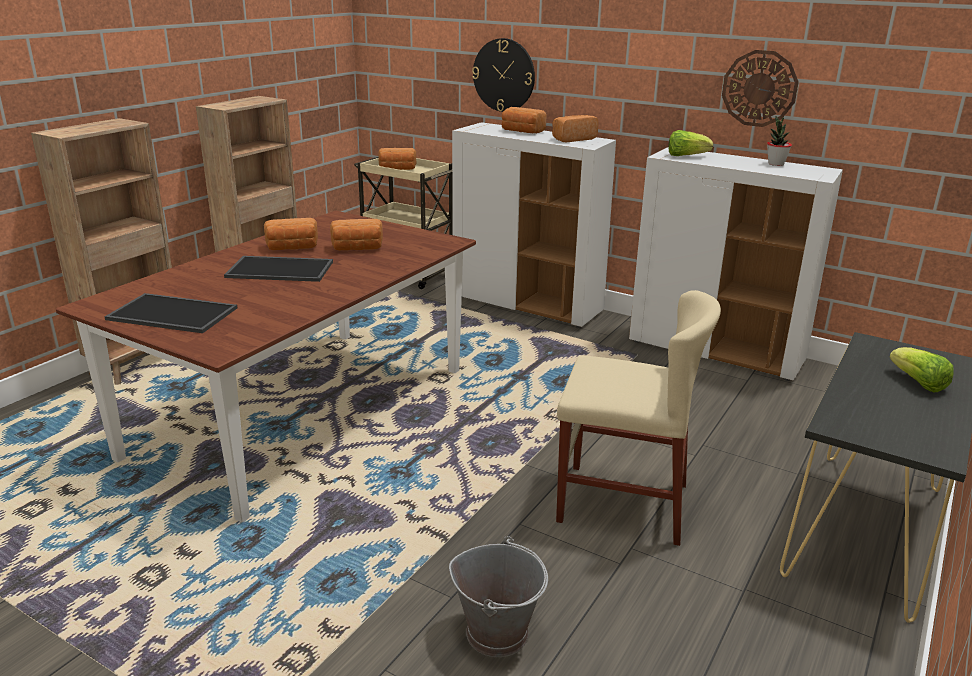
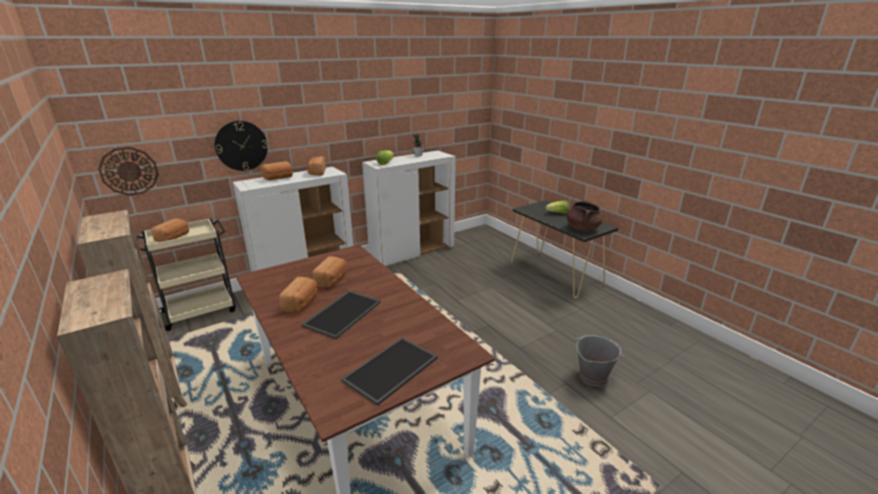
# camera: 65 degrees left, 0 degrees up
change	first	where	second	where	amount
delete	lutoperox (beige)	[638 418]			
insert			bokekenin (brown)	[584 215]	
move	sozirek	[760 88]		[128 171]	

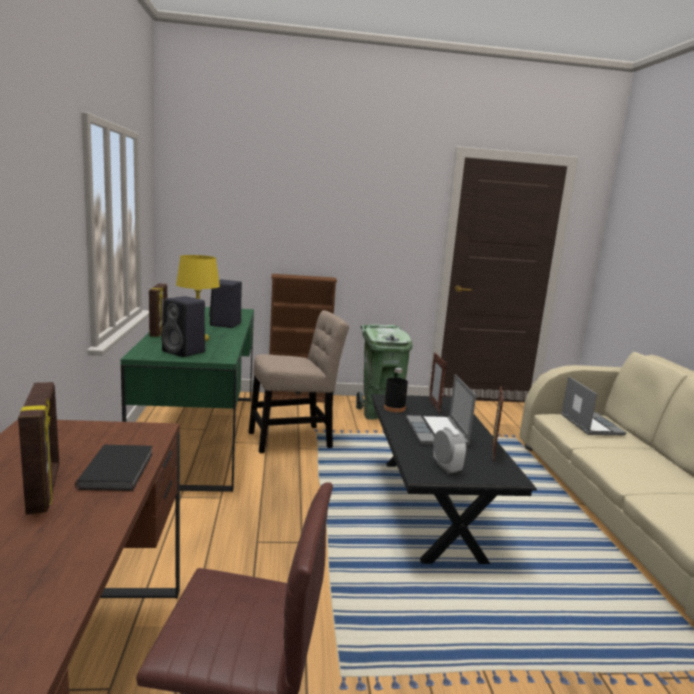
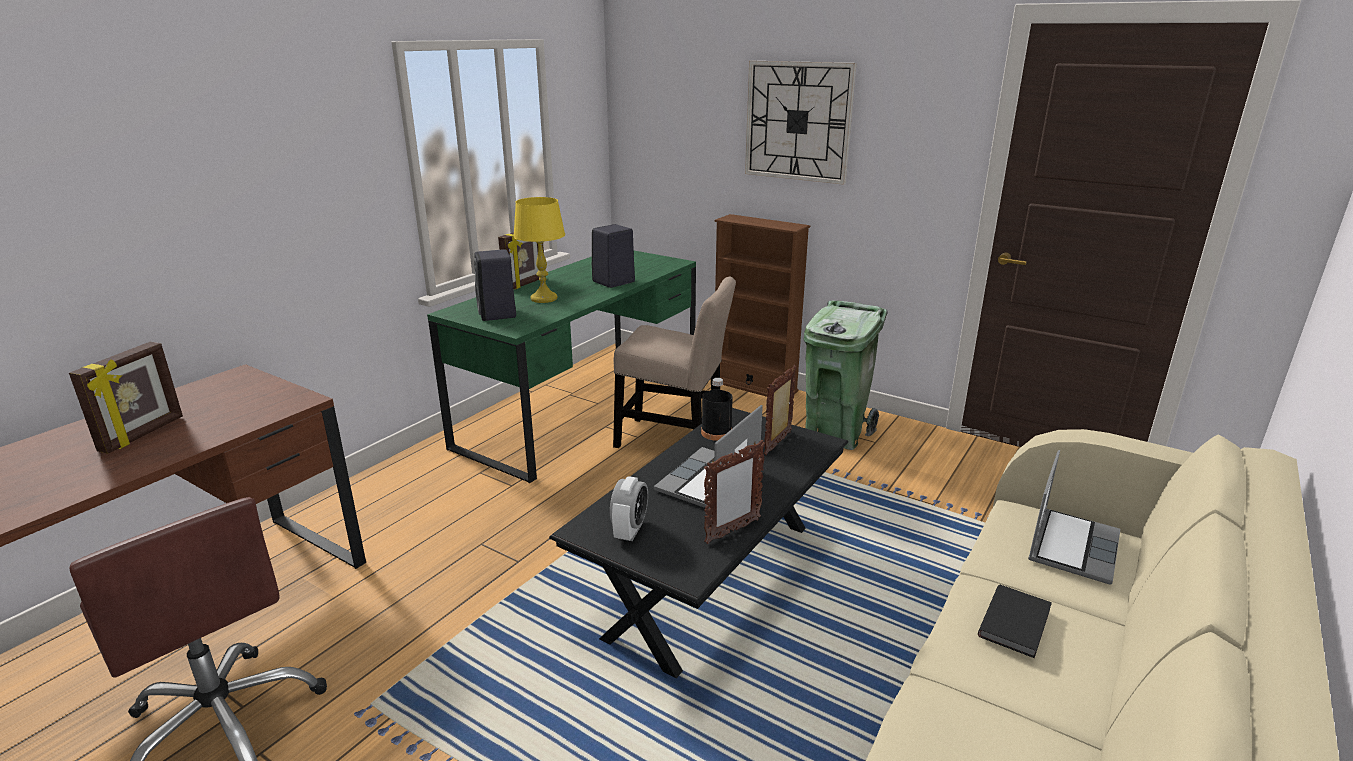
# camera: 40 degrees right, 10 degrees up
change	first	where	second	where	amount
insert			sozirek	[801 123]	
move	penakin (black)	[114 468]		[1015 621]	

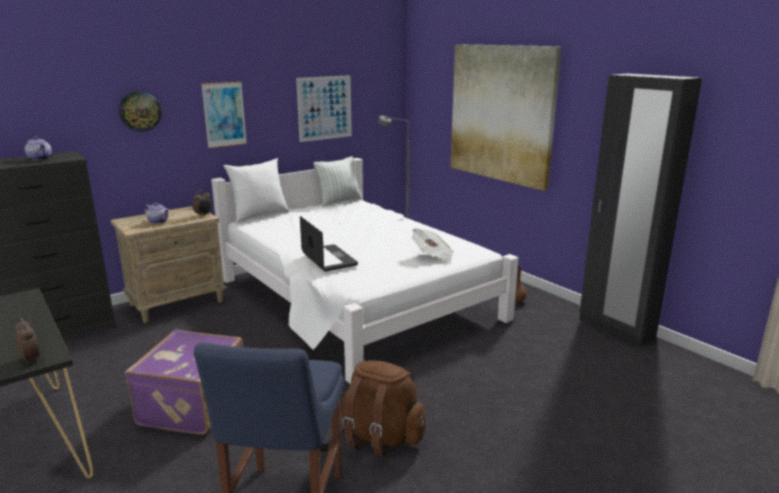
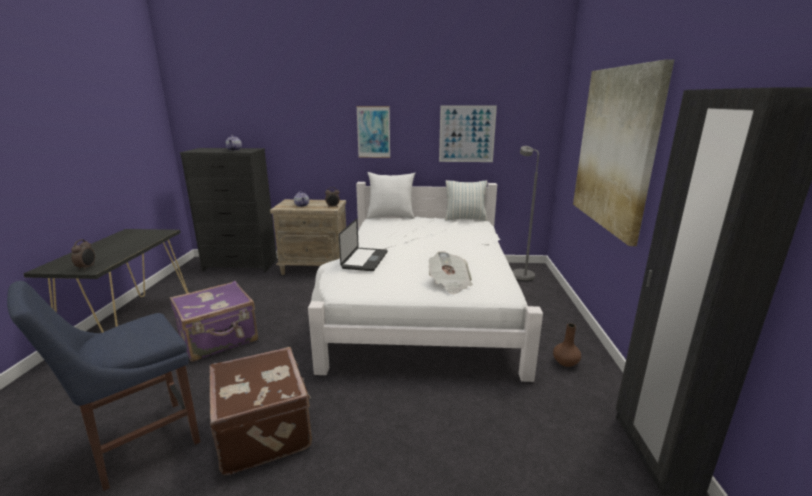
# camera: 40 degrees right, 0 degrees up
change	first	where	second	where	amount
delete	sozirek	[140 111]			
replace	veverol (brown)	[383 408]	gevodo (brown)	[260 411]	

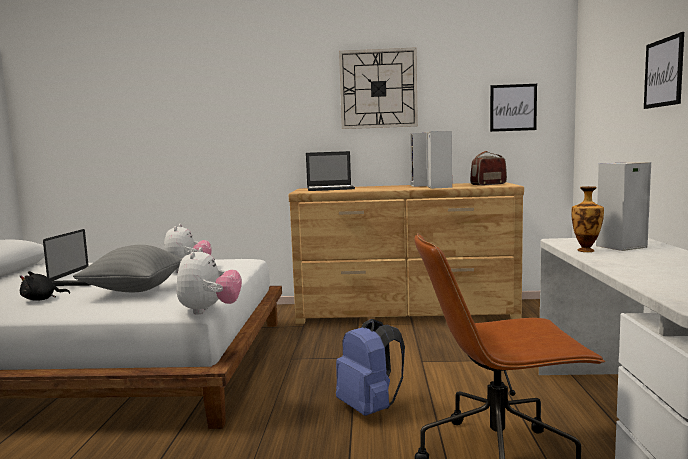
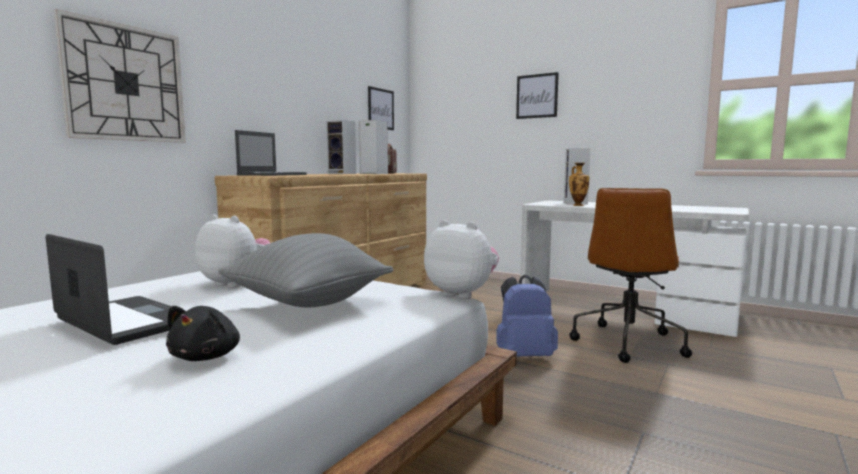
# camera: 60 degrees left, 0 degrees up
change	first	where	second	where	amount
move	sozirek	[378 88]		[120 76]	

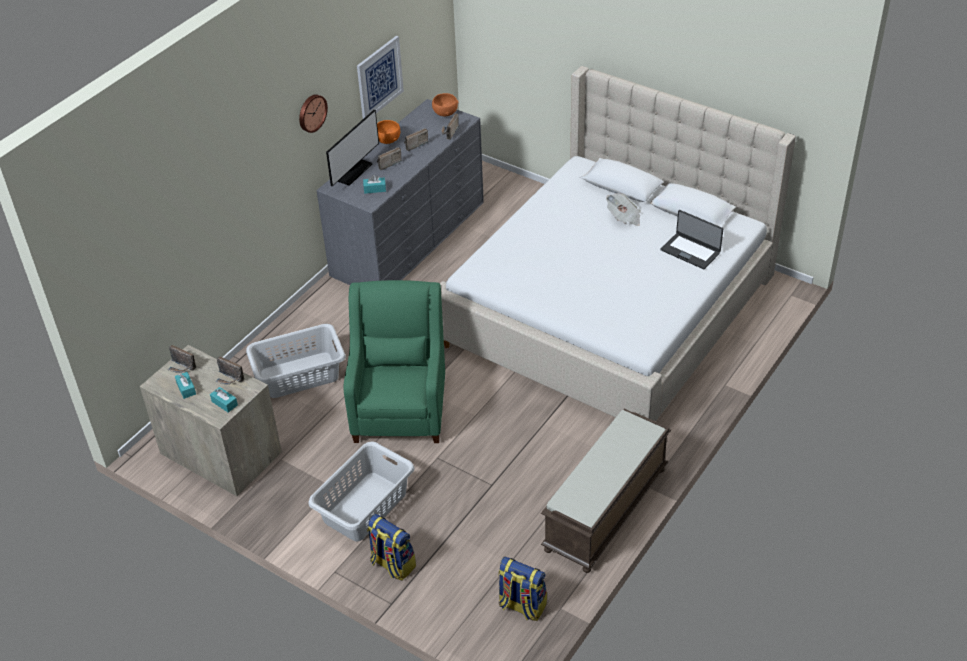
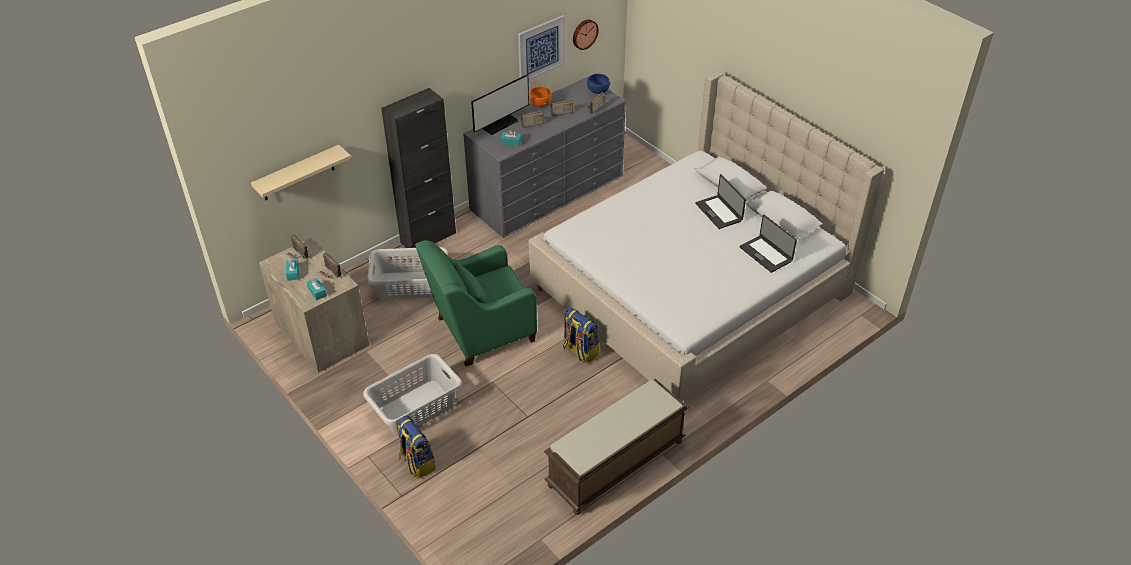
# camera: 15 degrees right, 0 degrees up
change	first	where	second	where	amount
insert			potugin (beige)	[301 172]	
insert			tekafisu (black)	[418 168]	
move	sozirek	[313 113]		[586 35]	
move	veverol	[522 589]		[581 336]	
replace	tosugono	[623 209]	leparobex	[720 201]	
recolor	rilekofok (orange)	[445 104]	rilekofok (blue)	[598 84]	
rotate	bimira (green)	[394 361]		[476 303]	135 degrees counterclockwise

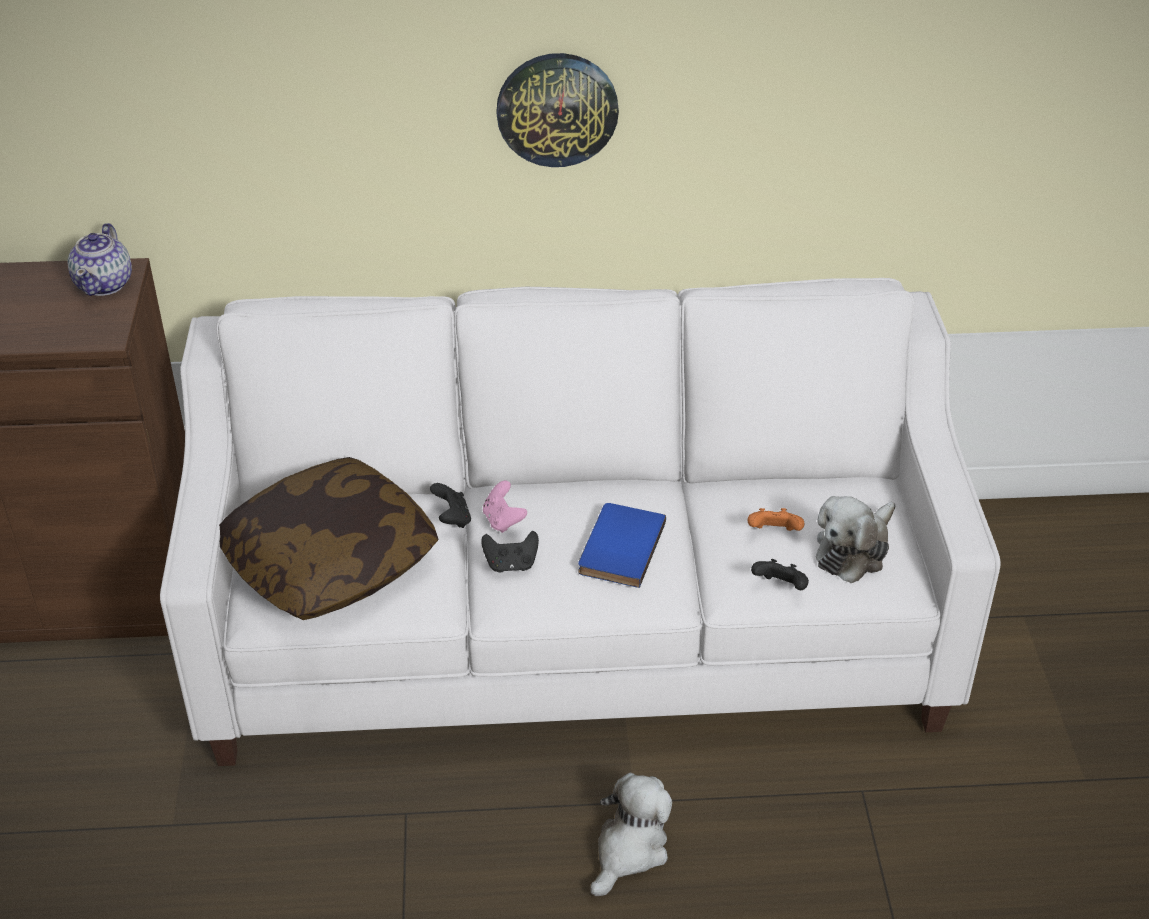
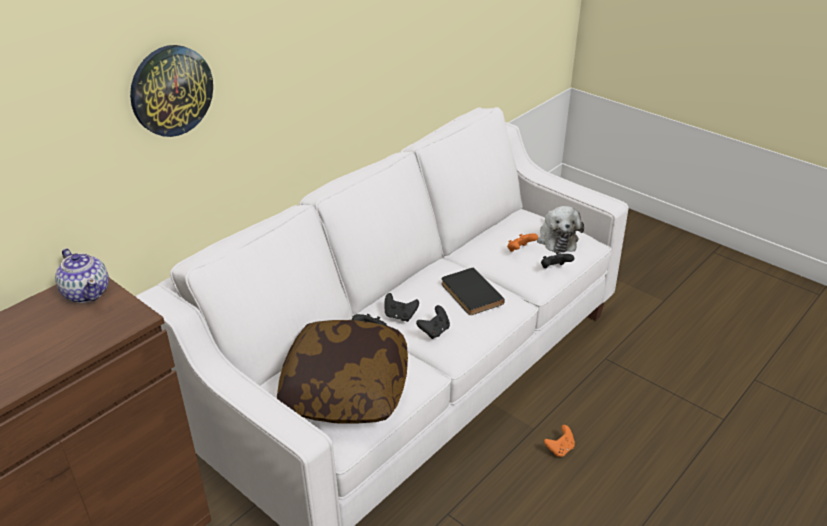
# camera: 45 degrees left, 5 degrees down
change	first	where	second	where	amount
move	sozirek	[558 110]		[171 91]	
replace	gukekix	[631 834]	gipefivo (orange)	[559 441]	
recolor	gipefivo (pink)	[505 507]	gipefivo (black)	[401 307]	
recolor	penakin (blue)	[622 545]	penakin (black)	[473 291]	

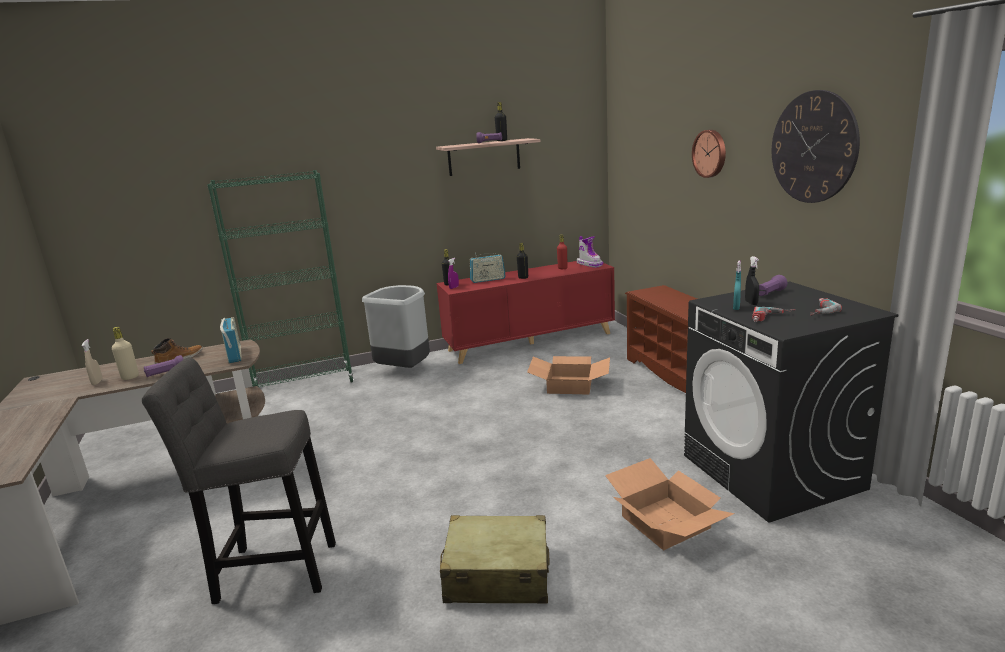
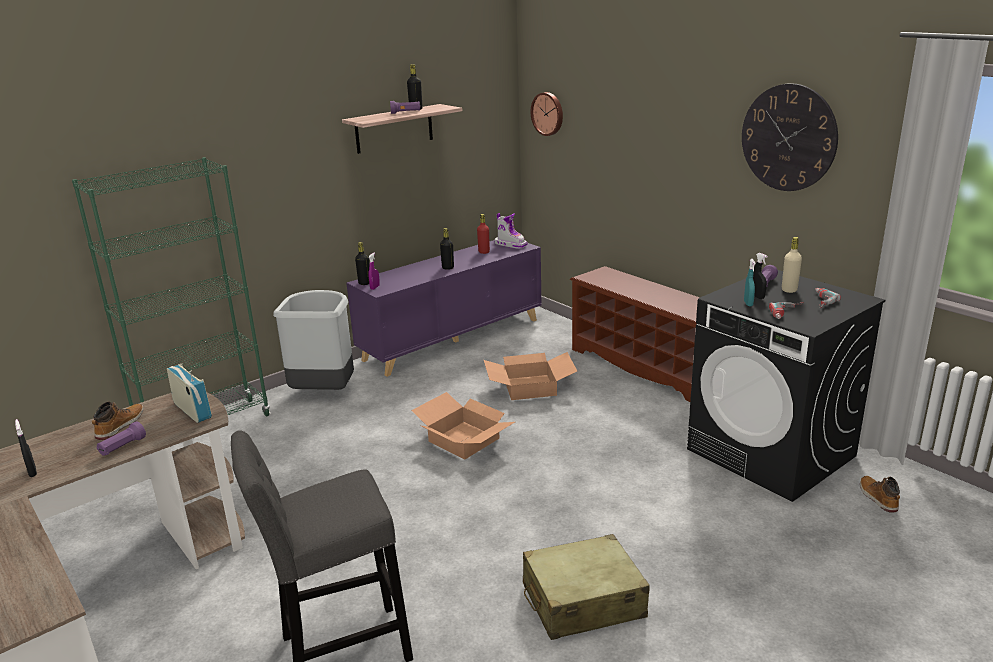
# camera: 20 degrees left, 5 degrees up
change	first	where	second	where	amount
delete	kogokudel	[487 268]			
insert			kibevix	[880 494]	
move	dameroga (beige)	[125 353]		[792 265]	
move	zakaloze	[670 504]		[463 425]	
move	sozirek	[709 154]		[546 114]	
recolor	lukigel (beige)	[92 362]	lukigel (black)	[26 448]	
recolor	tekafisu (red)	[525 312]	tekafisu (purple)	[444 308]	

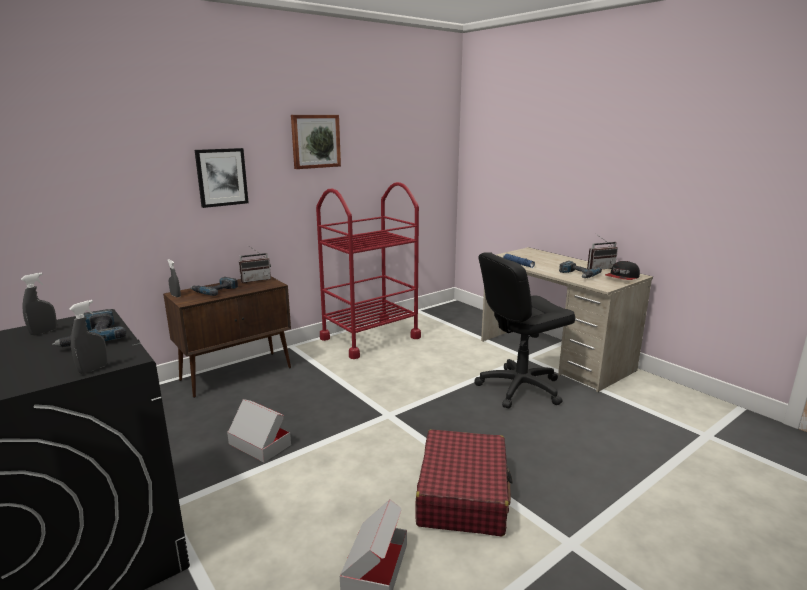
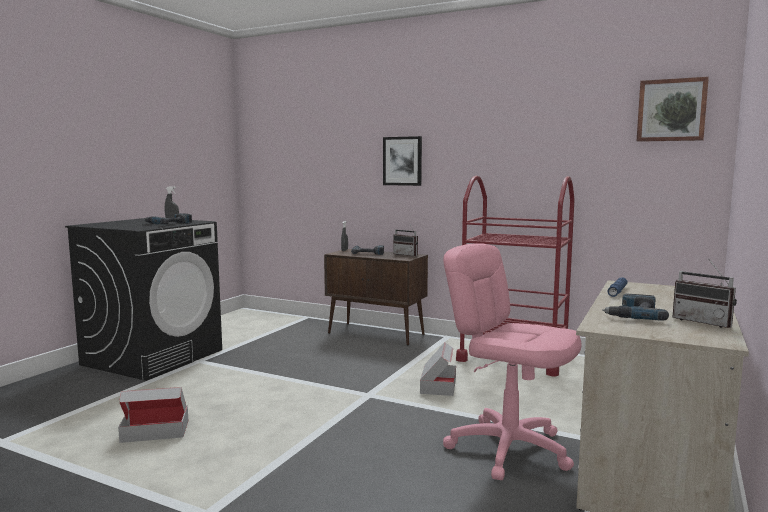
# camera: 65 degrees right, 10 degrees down
change	first	where	second	where	amount
delete	lukigel (grey)	[88 337]			
delete	gevodo (red)	[464 482]			
delete	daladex	[622 270]			
move	zakaloze	[259 431]		[438 369]	
move	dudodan	[316 142]		[673 109]	
recolor	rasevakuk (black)	[524 330]	rasevakuk (pink)	[512 361]	

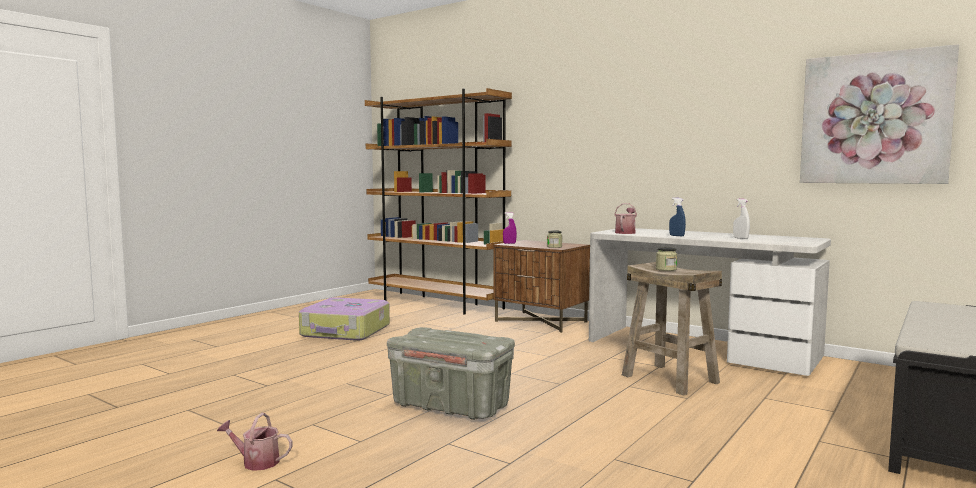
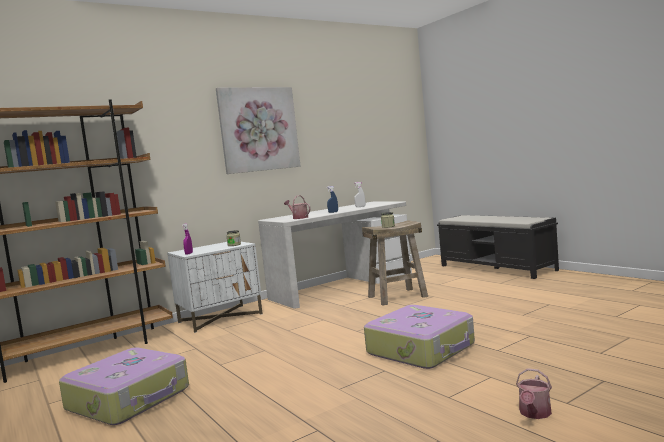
# camera: 70 degrees left, 0 degrees up
change	first	where	second	where	amount
move	dudodan	[879 114]		[258 130]	
replace	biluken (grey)	[451 373]	gevodo	[419 337]	
recolor	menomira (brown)	[541 286]	menomira (white)	[215 287]	

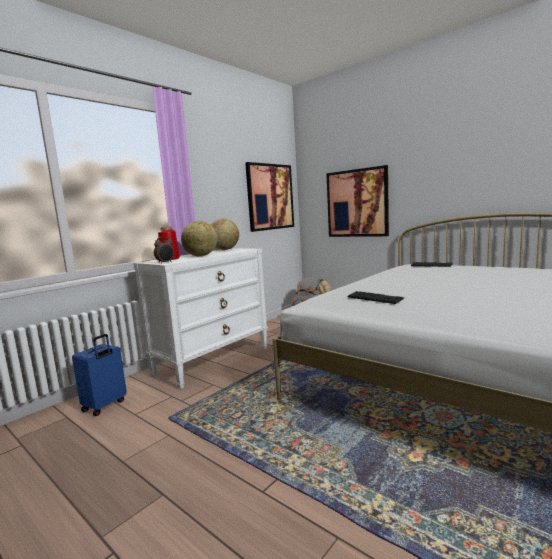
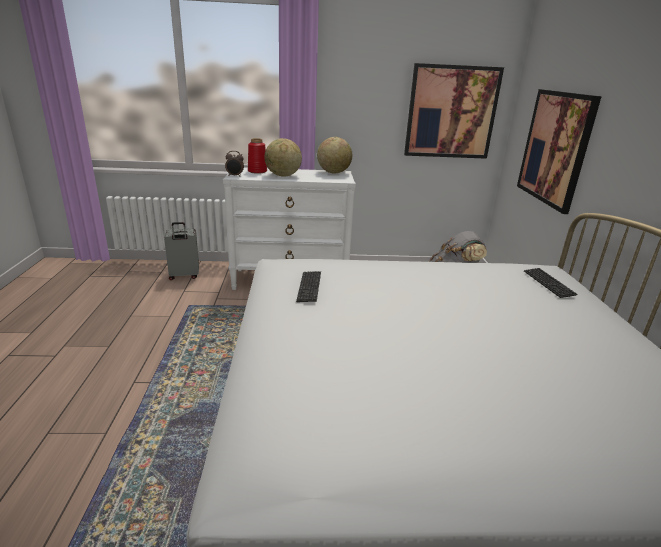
# camera: 45 degrees right, 15 degrees up
change	first	where	second	where	amount
recolor	gevodo (blue)	[99 375]	gevodo (grey)	[181 251]	

